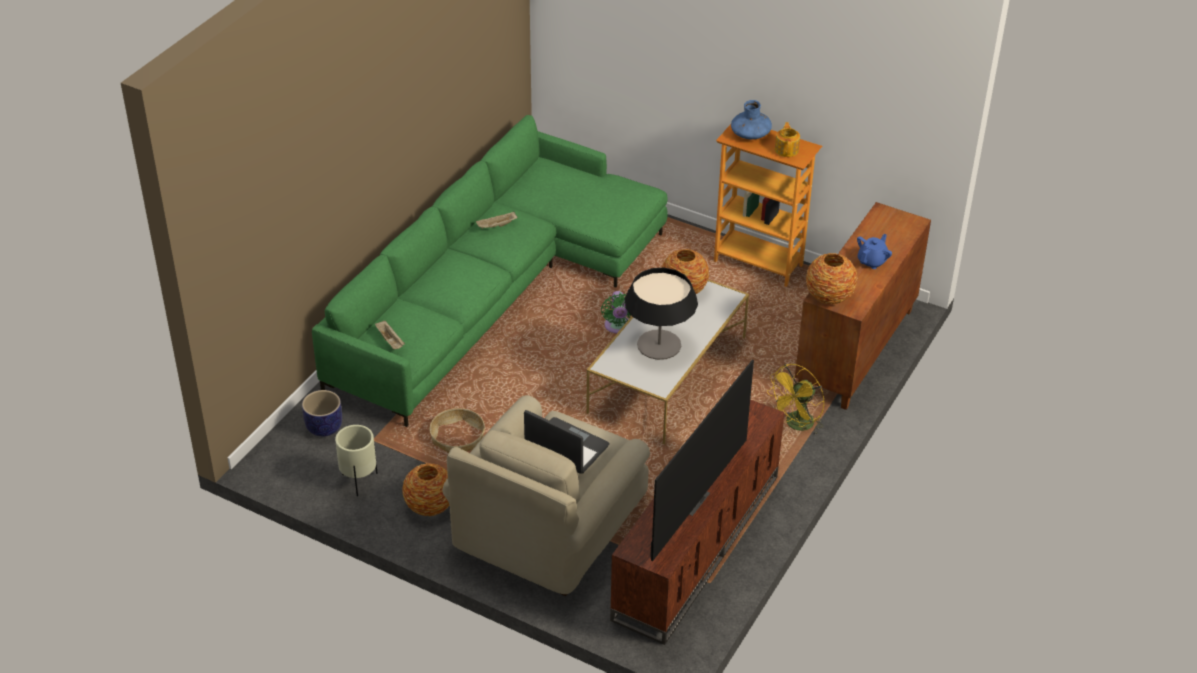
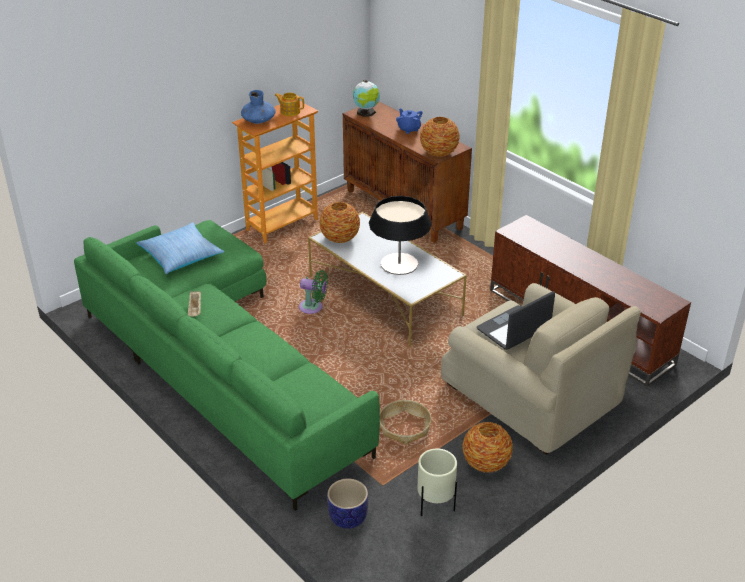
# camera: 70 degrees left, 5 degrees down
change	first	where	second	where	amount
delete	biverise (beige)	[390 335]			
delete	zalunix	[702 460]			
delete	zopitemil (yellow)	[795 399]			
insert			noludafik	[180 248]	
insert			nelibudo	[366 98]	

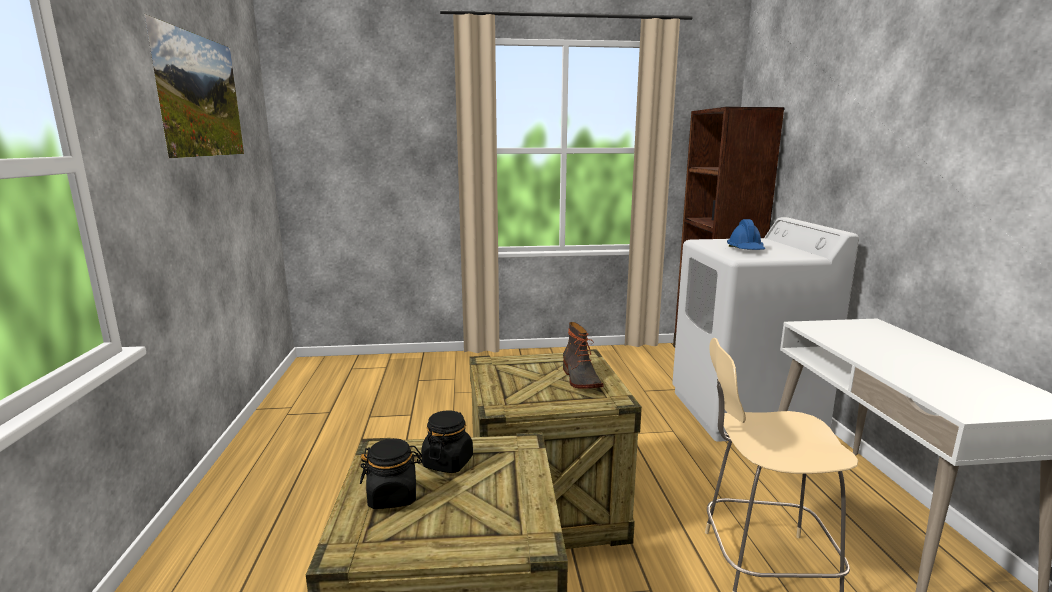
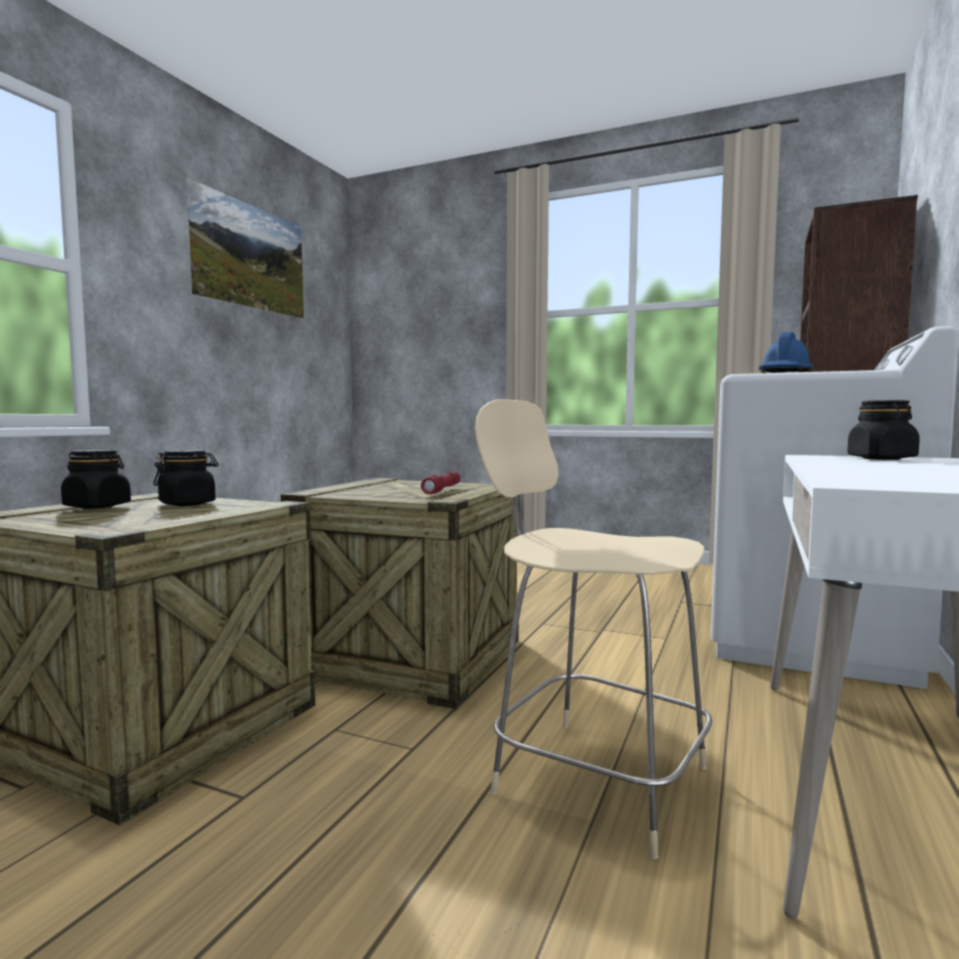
# camera: 30 degrees right, 10 degrees down
change	first	where	second	where	amount
insert			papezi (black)	[883 430]	
replace	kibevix	[583 355]	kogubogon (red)	[440 483]	

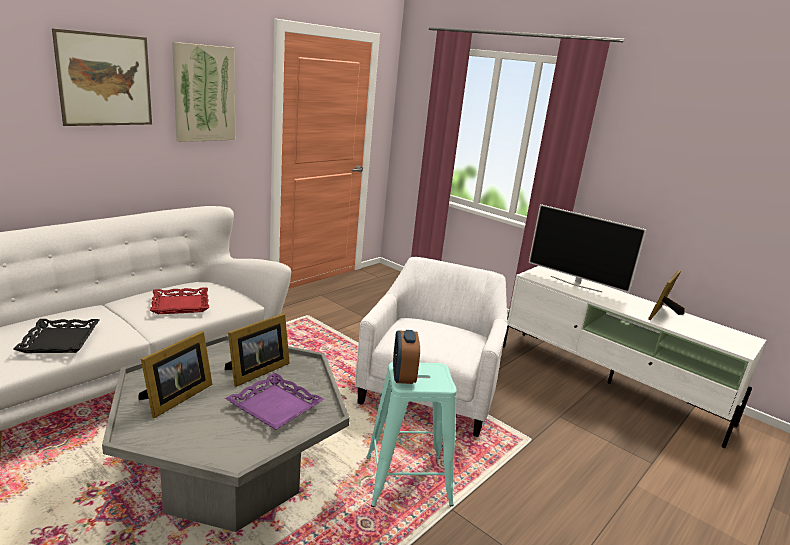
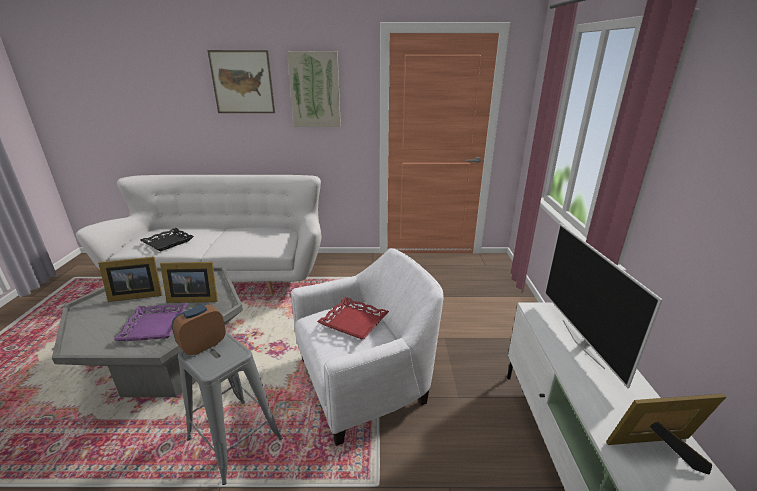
# camera: 50 degrees right, 5 degrees up
change	first	where	second	where	amount
move	biverise (red)	[179 300]		[353 318]	
recolor	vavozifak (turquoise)	[412 434]	vavozifak (grey)	[230 408]	

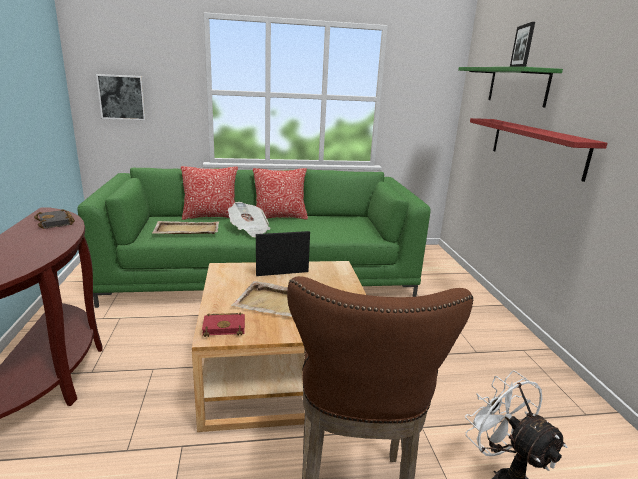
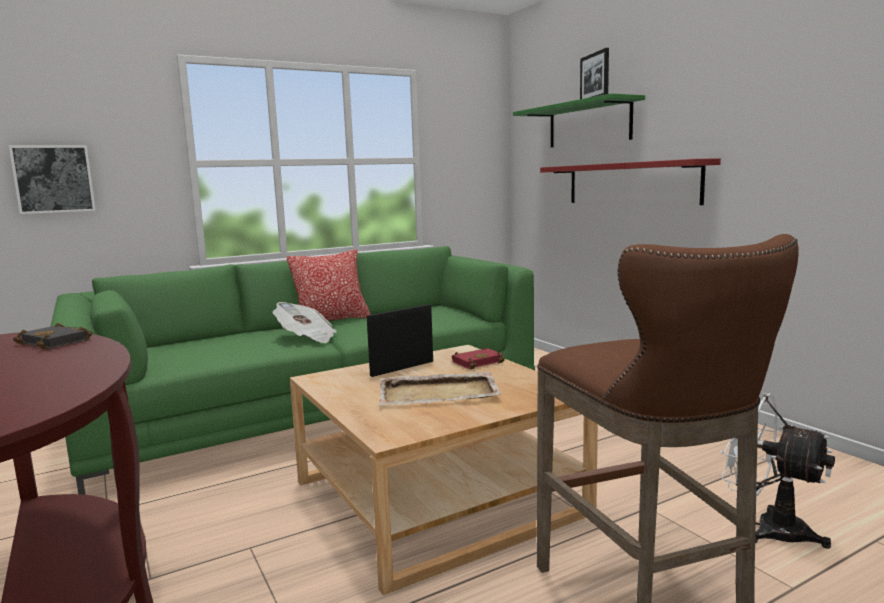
# camera: 20 degrees left, 10 degrees down
change	first	where	second	where	amount
delete	biverise (beige)	[185 227]			
delete	noludafik	[209 193]			
move	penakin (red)	[223 325]		[478 358]	

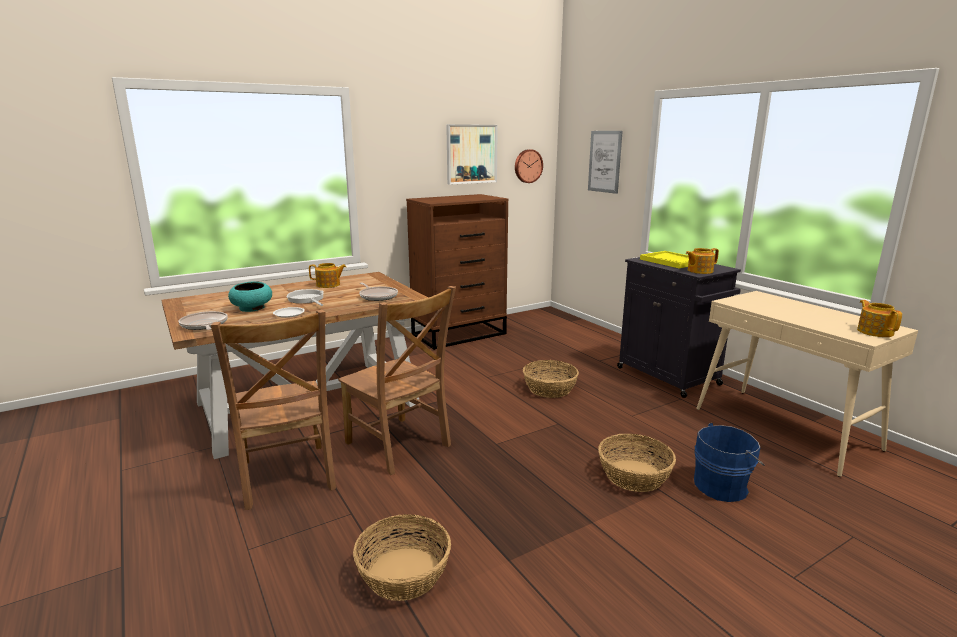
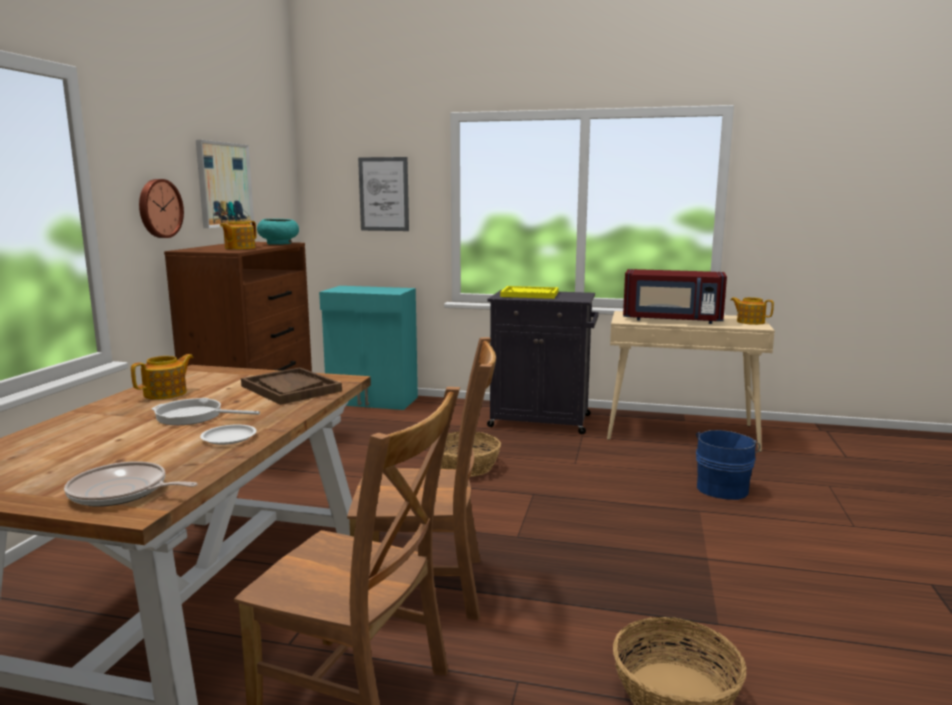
# camera: 45 degrees left, 5 degrees down
change	first	where	second	where	amount
delete	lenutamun	[637 463]			
insert			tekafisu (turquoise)	[368 348]	
insert			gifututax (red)	[675 296]	
move	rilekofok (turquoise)	[250 297]		[278 232]	
move	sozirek	[529 166]		[161 208]	
move	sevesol	[702 261]		[238 235]	
replace	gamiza	[378 291]	biverise (brown)	[291 386]	

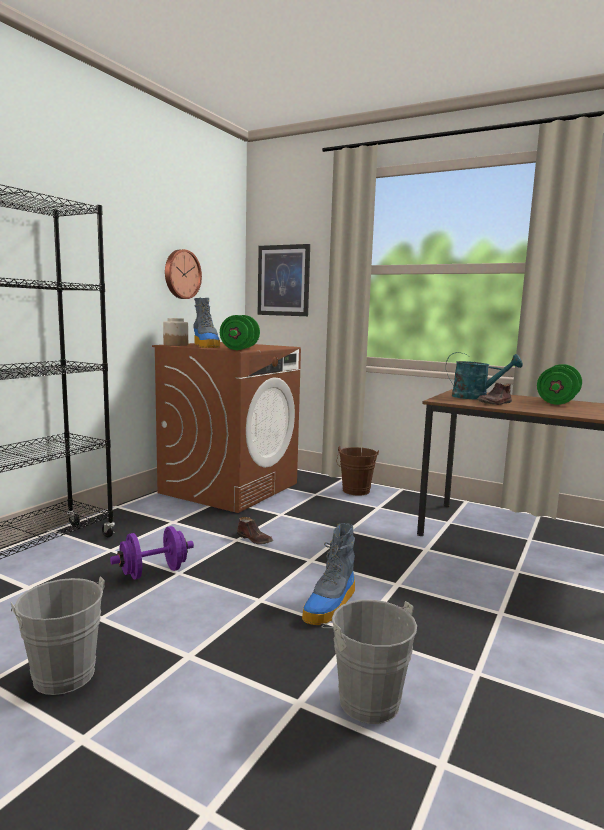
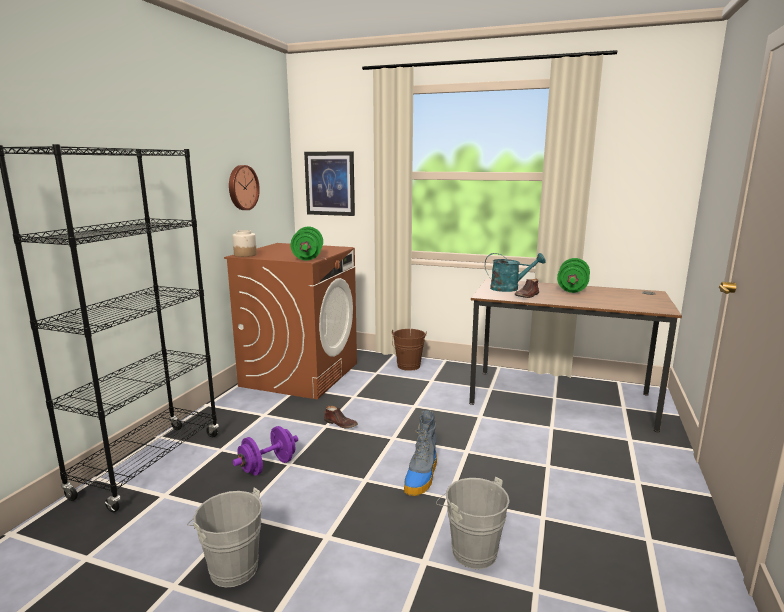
# camera: 10 degrees left, 5 degrees up
change	first	where	second	where	amount
delete	kibevix	[206 323]			

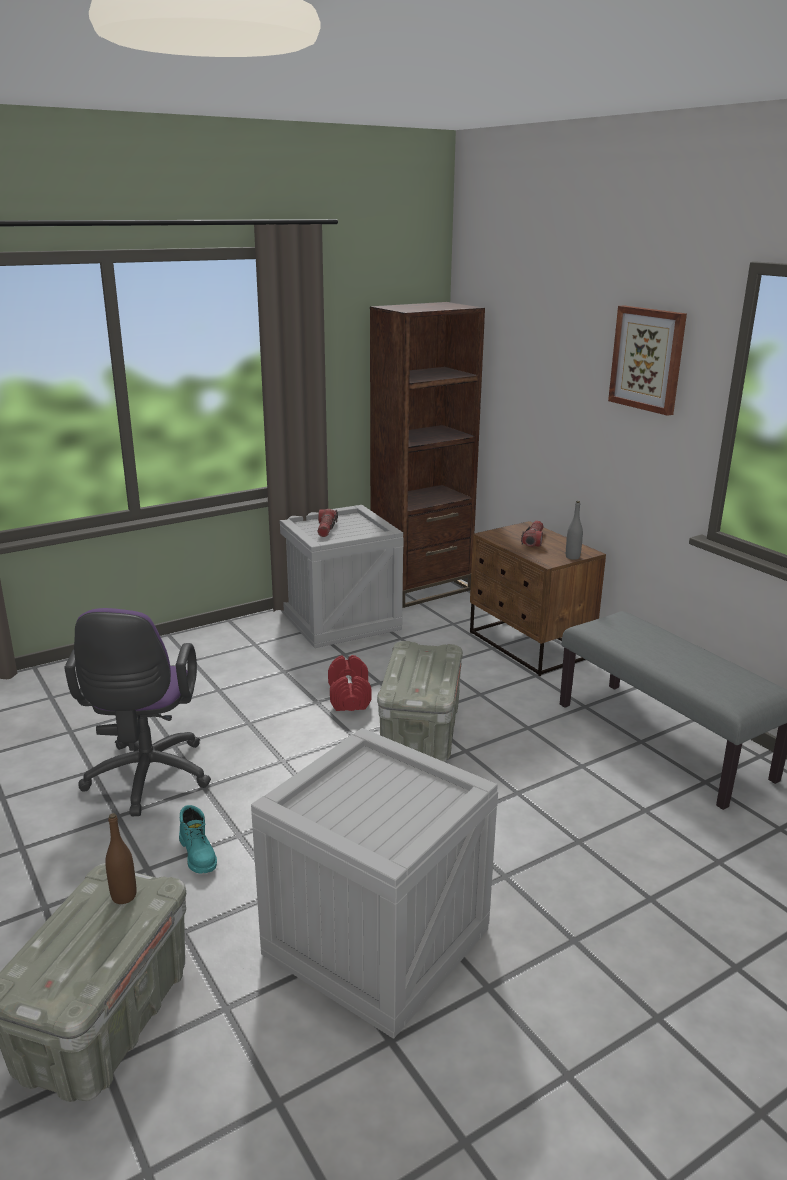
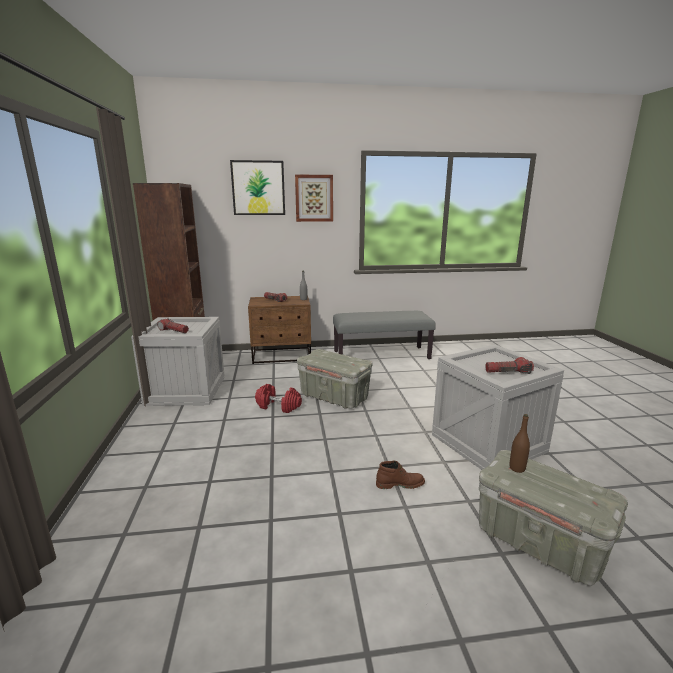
# camera: 65 degrees left, 5 degrees down
change	first	where	second	where	amount
delete	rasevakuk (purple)	[137 712]			
insert			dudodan	[257 187]	
insert			kogubogon	[509 365]	
recolor	kibevix (turquoise)	[198 839]	kibevix (brown)	[400 474]	

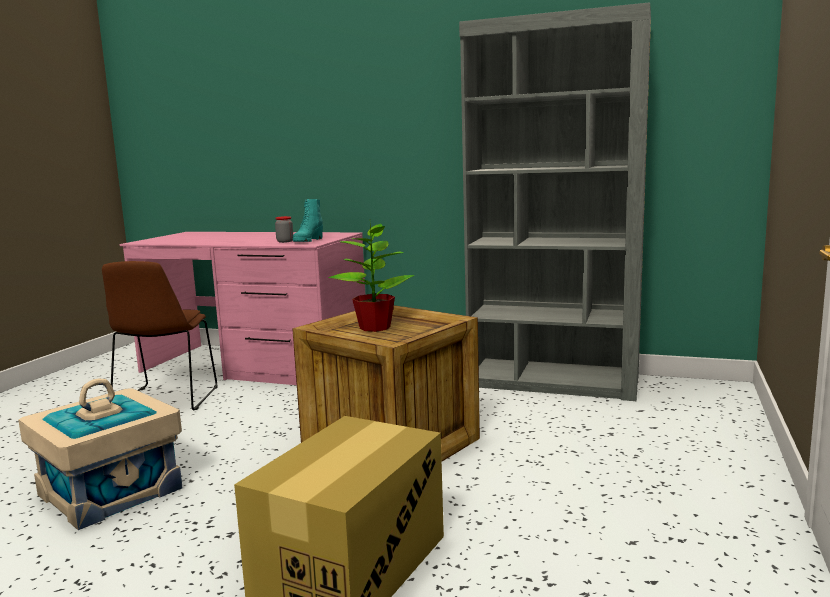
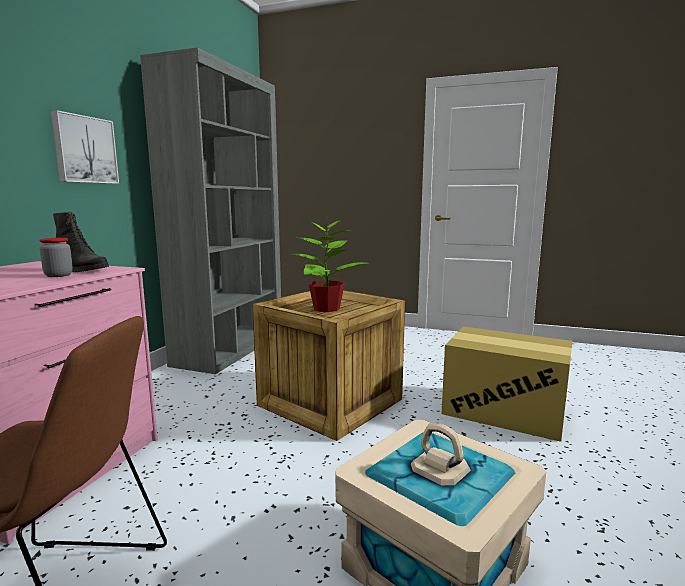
# camera: 90 degrees left, 0 degrees up
change	first	where	second	where	amount
insert			dudodan	[85 147]	
recolor	kibevix (turquoise)	[308 220]	kibevix (black)	[81 242]	

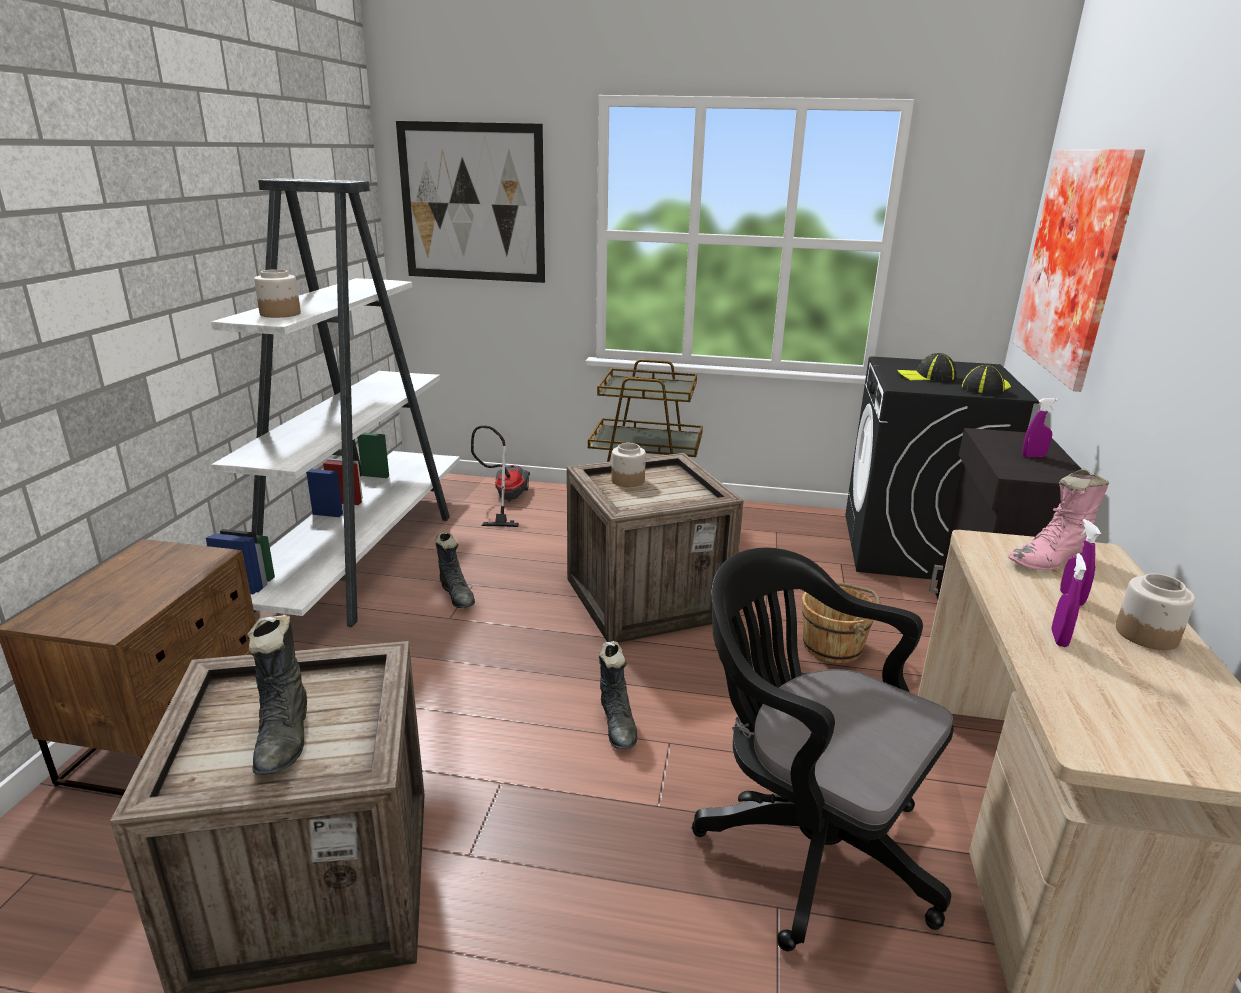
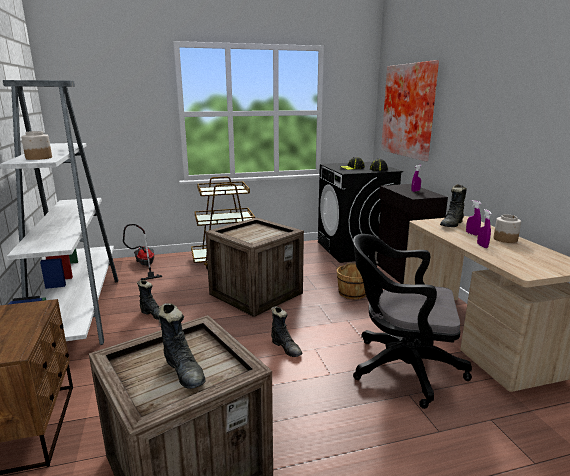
# camera: 25 degrees left, 5 degrees down
change	first	where	second	where	amount
delete	dudodan	[470 202]			
delete	papezi	[628 465]			
recolor	kibevix (pink)	[1059 519]	kibevix (black)	[453 205]	

